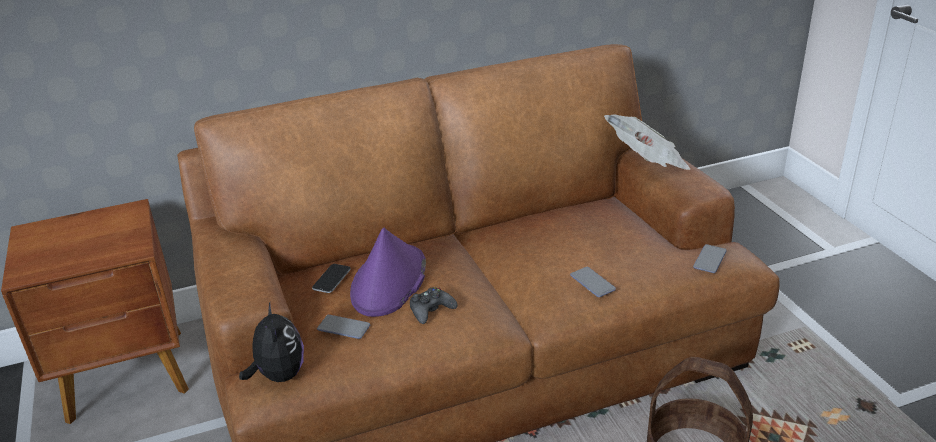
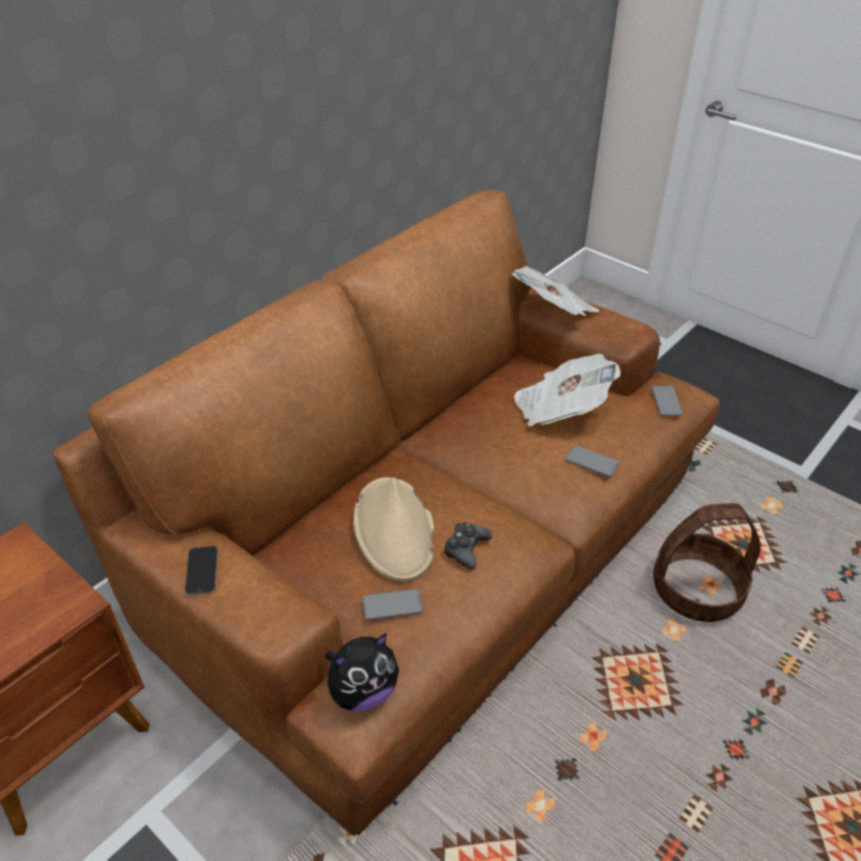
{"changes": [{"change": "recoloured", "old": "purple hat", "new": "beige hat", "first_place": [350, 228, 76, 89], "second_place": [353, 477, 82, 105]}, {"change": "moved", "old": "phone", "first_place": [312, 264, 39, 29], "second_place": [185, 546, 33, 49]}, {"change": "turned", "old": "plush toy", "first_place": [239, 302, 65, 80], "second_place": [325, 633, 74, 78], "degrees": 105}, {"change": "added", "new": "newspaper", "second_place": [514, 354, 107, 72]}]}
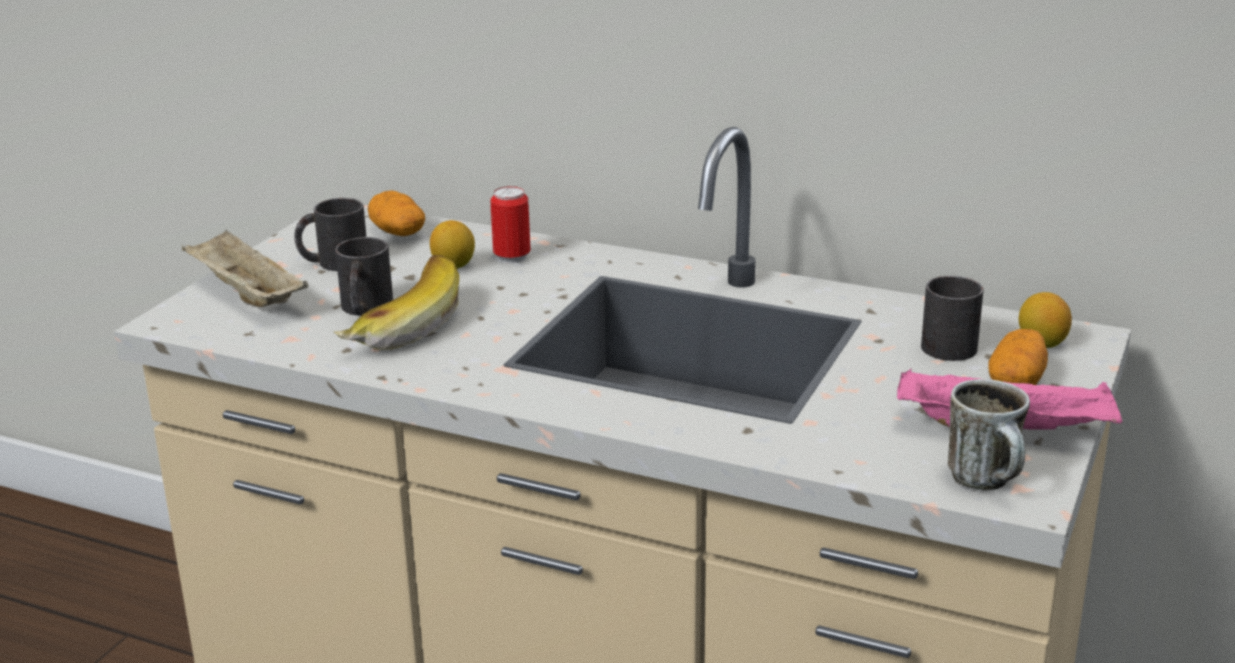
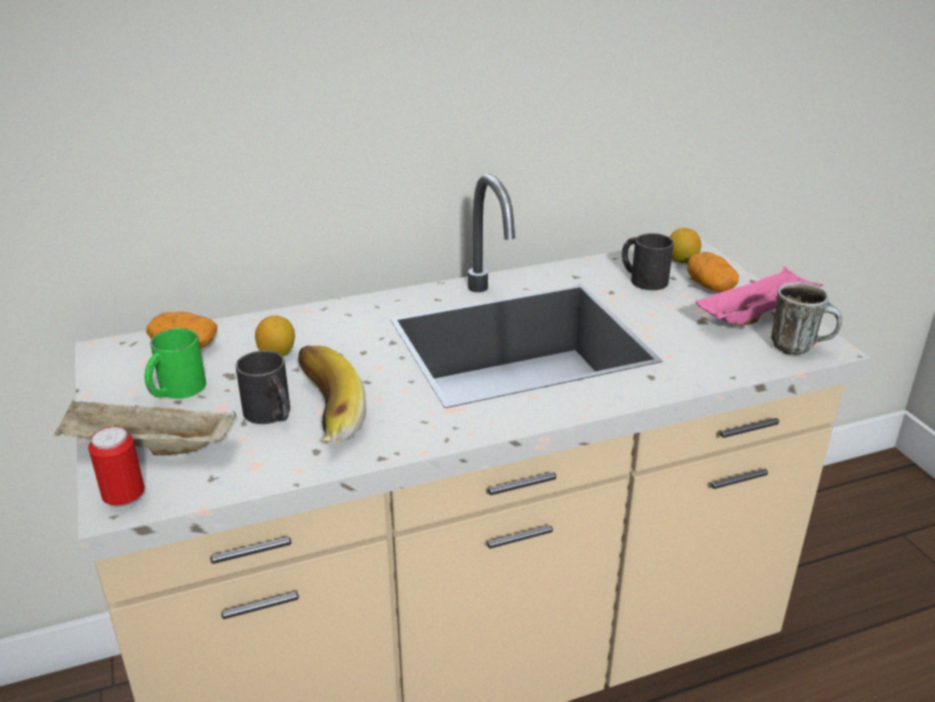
{"changes": [{"change": "moved", "old": "can", "first_place": [490, 186, 41, 78], "second_place": [88, 426, 57, 83]}, {"change": "recoloured", "old": "black mug", "new": "green mug", "first_place": [294, 198, 72, 73], "second_place": [145, 328, 61, 71]}]}
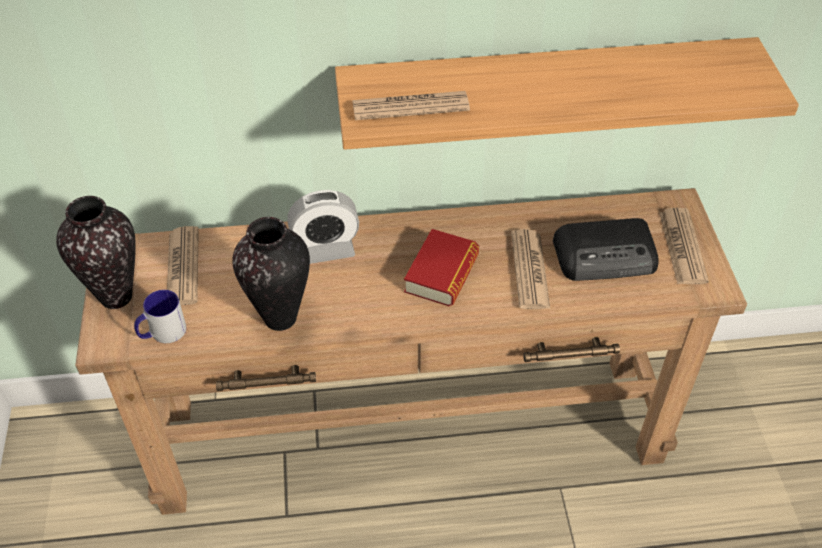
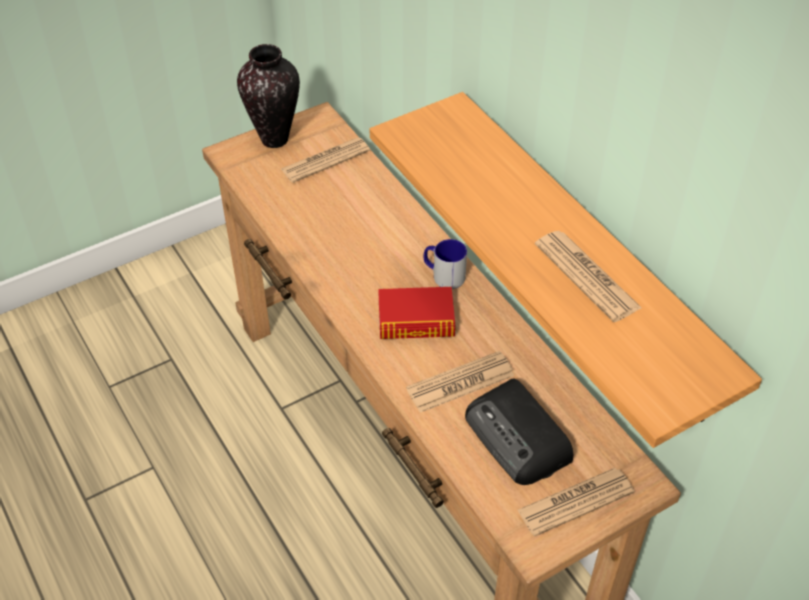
{"changes": [{"change": "moved", "old": "newspaper", "first_place": [352, 91, 118, 29], "second_place": [535, 231, 107, 91]}, {"change": "removed", "old": "alarm clock", "first_place": [287, 190, 72, 74]}, {"change": "removed", "old": "vase", "first_place": [232, 217, 78, 114]}, {"change": "moved", "old": "mug", "first_place": [134, 290, 52, 53], "second_place": [424, 239, 43, 50]}]}
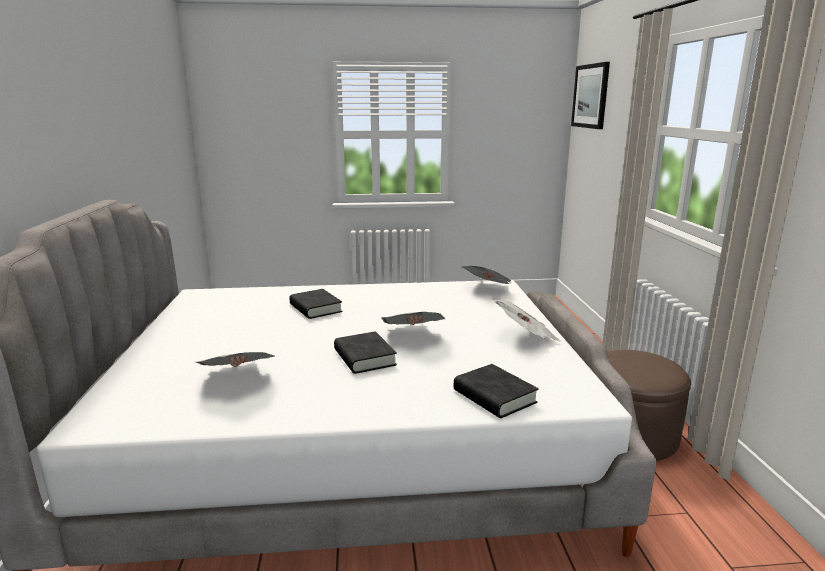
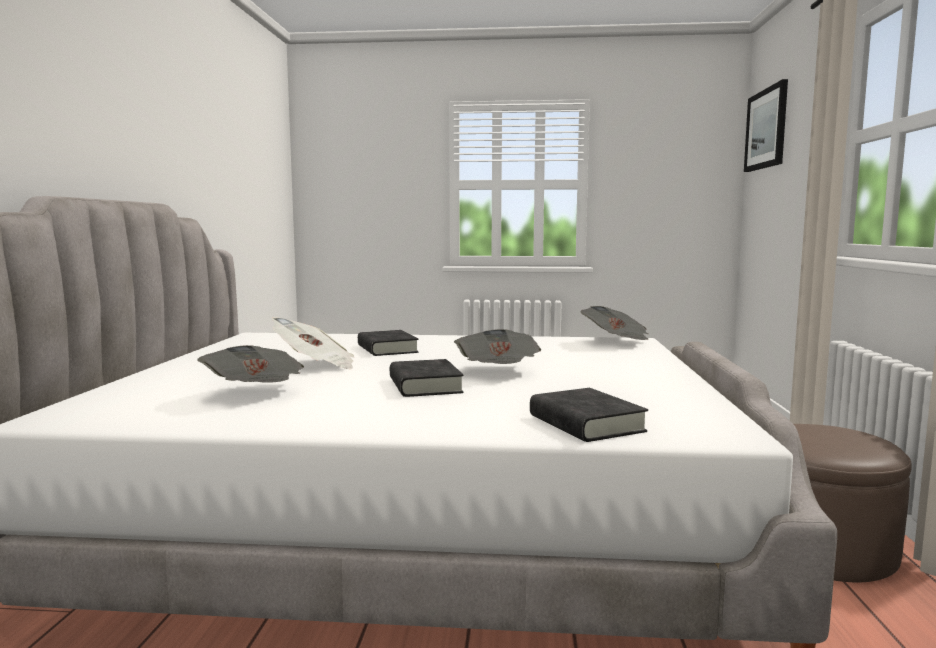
{"changes": [{"change": "moved", "old": "newspaper", "first_place": [493, 300, 69, 42], "second_place": [272, 317, 82, 53]}]}
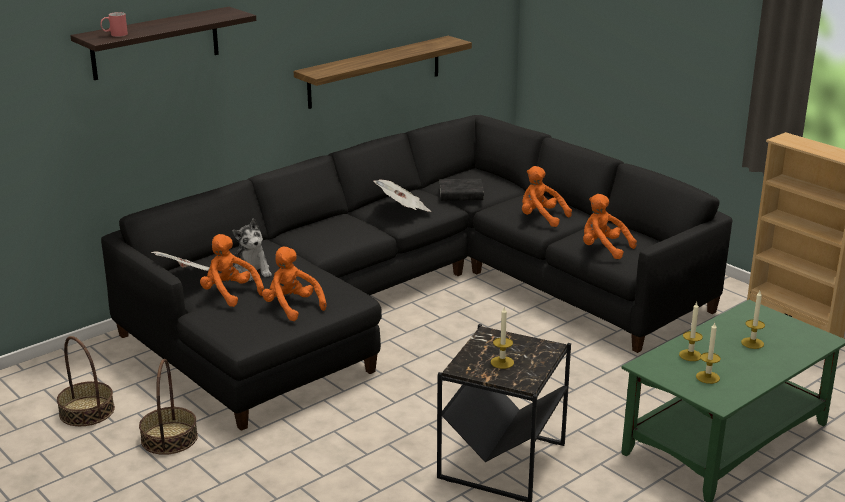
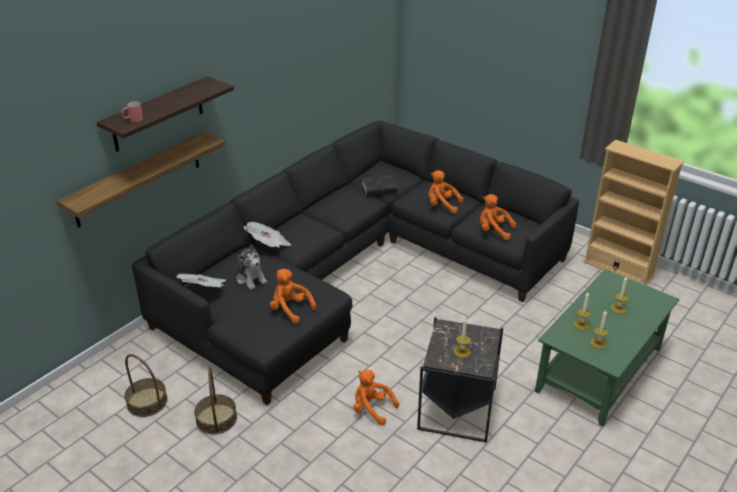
{"changes": [{"change": "moved", "old": "shelf", "first_place": [294, 36, 178, 73], "second_place": [57, 132, 169, 96]}, {"change": "moved", "old": "newspaper", "first_place": [373, 180, 58, 32], "second_place": [244, 222, 47, 26]}, {"change": "moved", "old": "orange plush toy", "first_place": [200, 234, 64, 73], "second_place": [353, 370, 46, 55]}]}
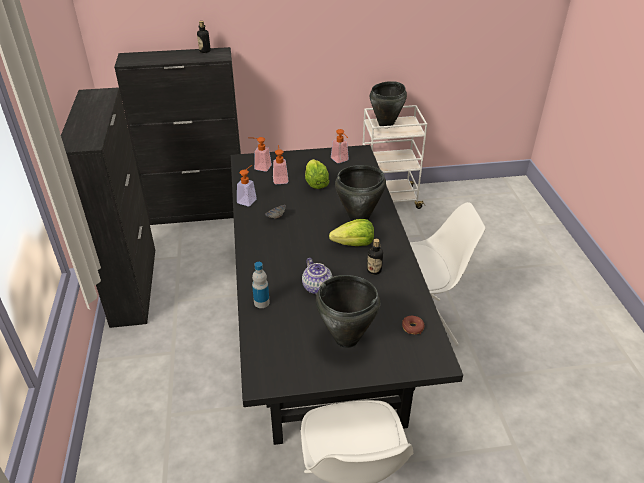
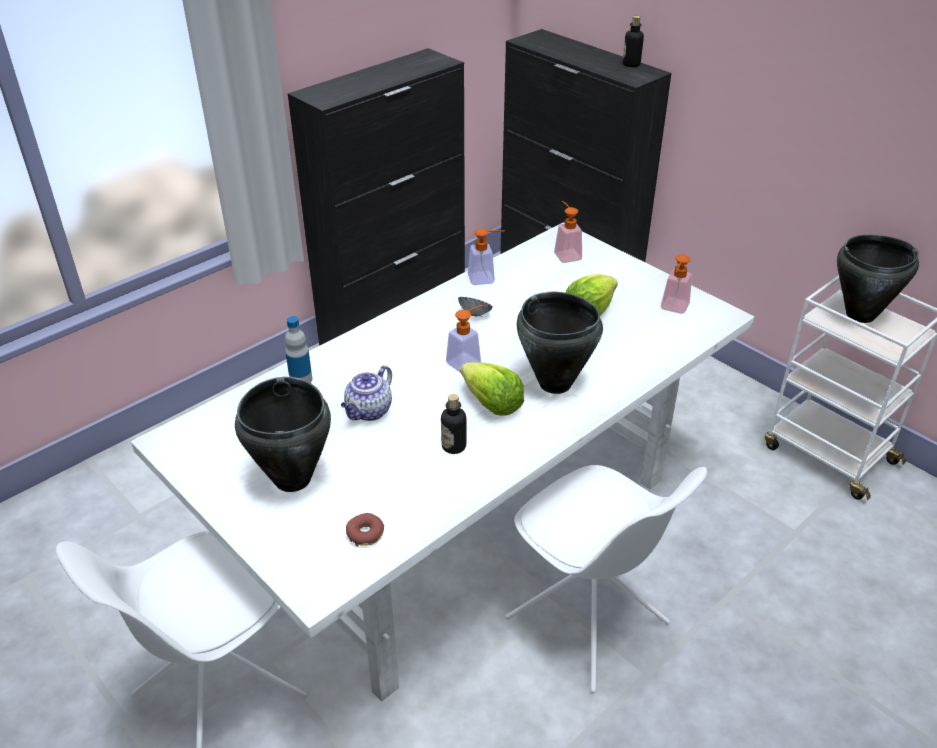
{"changes": [{"change": "recoloured", "old": "black dining table", "new": "white dining table", "first_place": [231, 145, 232, 300], "second_place": [131, 222, 623, 480]}, {"change": "moved", "old": "soap dispenser", "first_place": [273, 145, 16, 39], "second_place": [446, 305, 37, 68]}]}
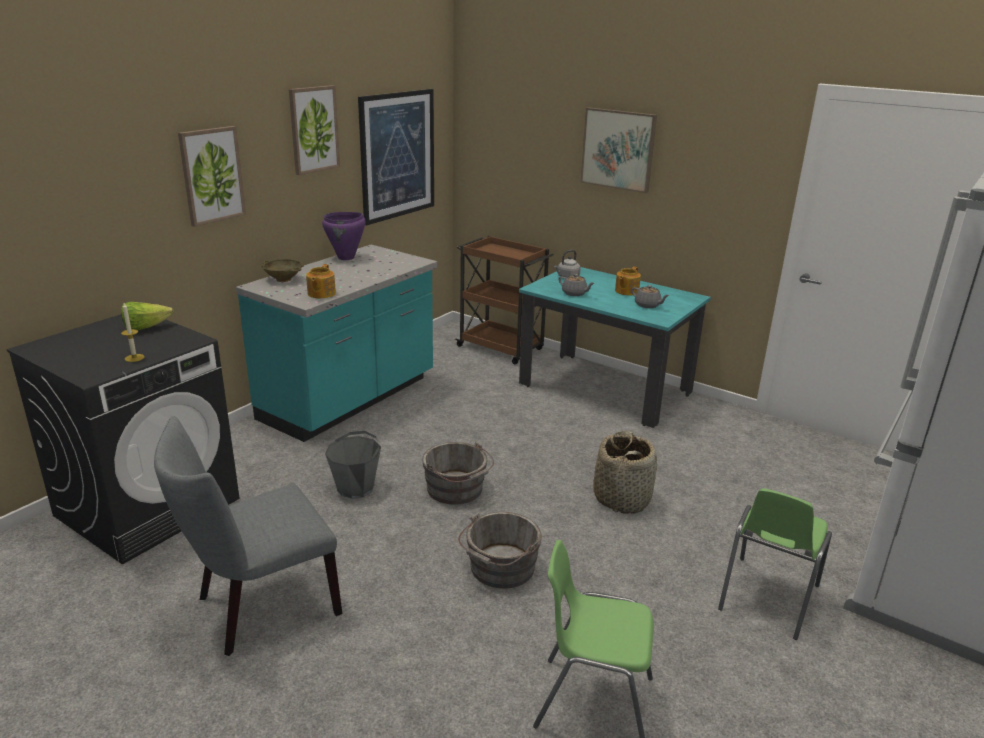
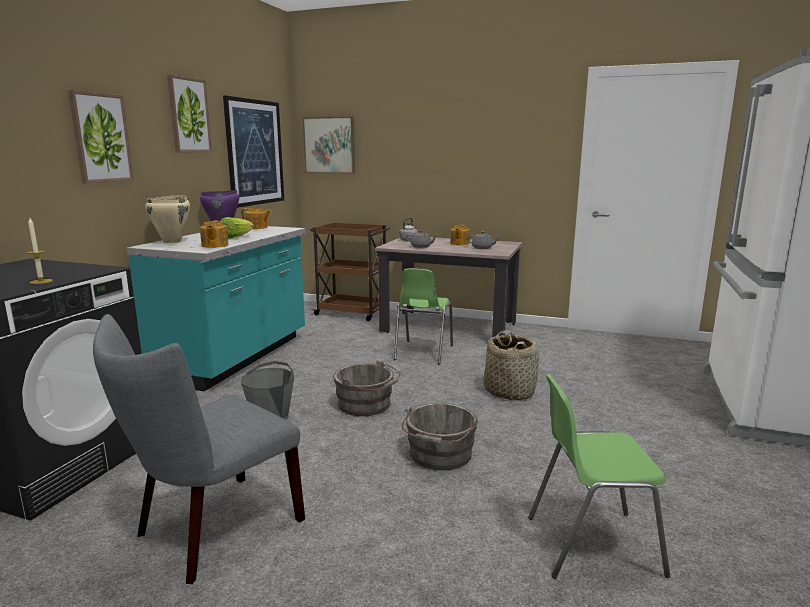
{"changes": [{"change": "moved", "old": "picture", "first_place": [580, 107, 77, 86], "second_place": [303, 116, 52, 58]}, {"change": "replaced", "old": "beige bowl", "new": "beige cooking pot", "first_place": [261, 259, 43, 23], "second_place": [145, 195, 45, 48]}, {"change": "recoloured", "old": "turquoise dining table", "new": "beige dining table", "first_place": [519, 267, 192, 161], "second_place": [375, 237, 148, 100]}, {"change": "moved", "old": "lettuce", "first_place": [121, 302, 52, 28], "second_place": [220, 217, 34, 22]}, {"change": "moved", "old": "green chair", "first_place": [718, 488, 114, 152], "second_place": [394, 268, 59, 96]}, {"change": "added", "new": "teapot", "second_place": [241, 208, 31, 21]}]}
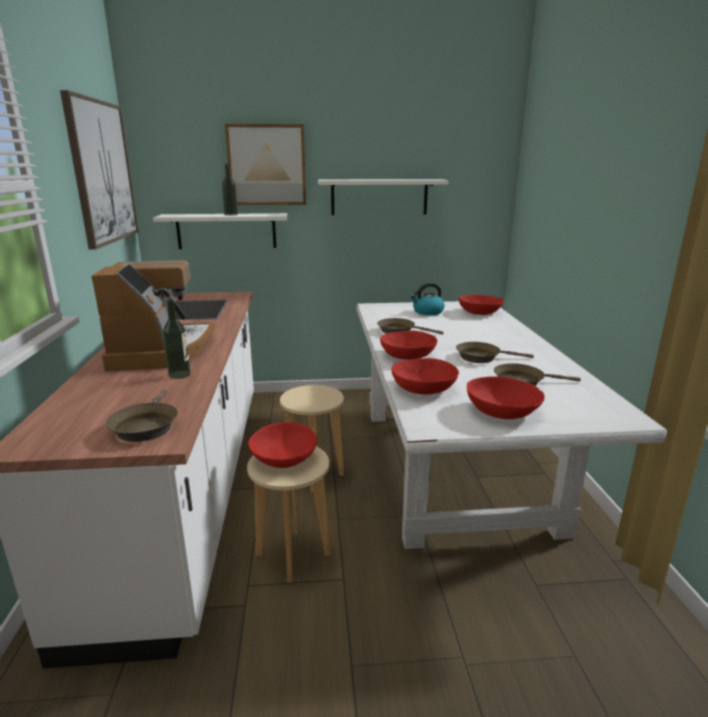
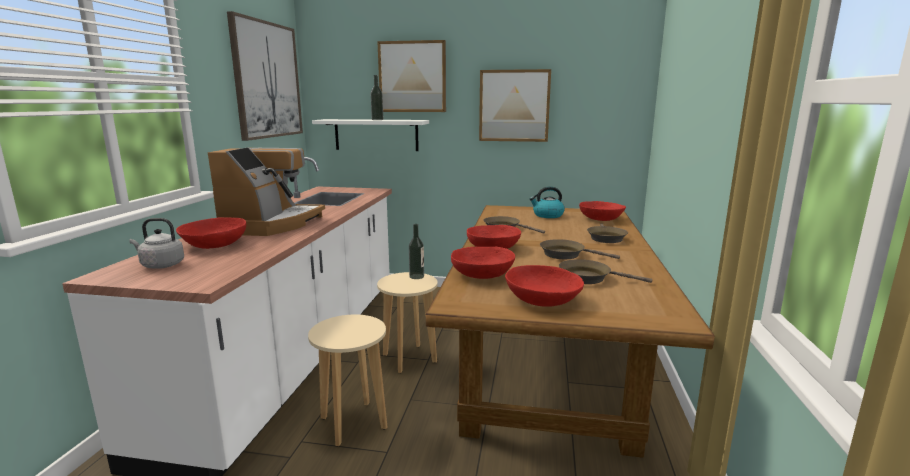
{"changes": [{"change": "replaced", "old": "white shelf", "new": "picture", "first_place": [318, 179, 130, 36], "second_place": [479, 69, 72, 73]}, {"change": "moved", "old": "bottle", "first_place": [163, 299, 28, 80], "second_place": [409, 224, 15, 55]}, {"change": "recoloured", "old": "white dining table", "new": "brown dining table", "first_place": [356, 301, 311, 248], "second_place": [426, 205, 289, 253]}, {"change": "moved", "old": "brown frying pan", "first_place": [106, 389, 72, 53], "second_place": [587, 223, 41, 20]}, {"change": "moved", "old": "red bowl", "first_place": [248, 422, 69, 46], "second_place": [176, 217, 70, 32]}, {"change": "added", "new": "grey kettle", "second_place": [129, 218, 55, 51]}]}
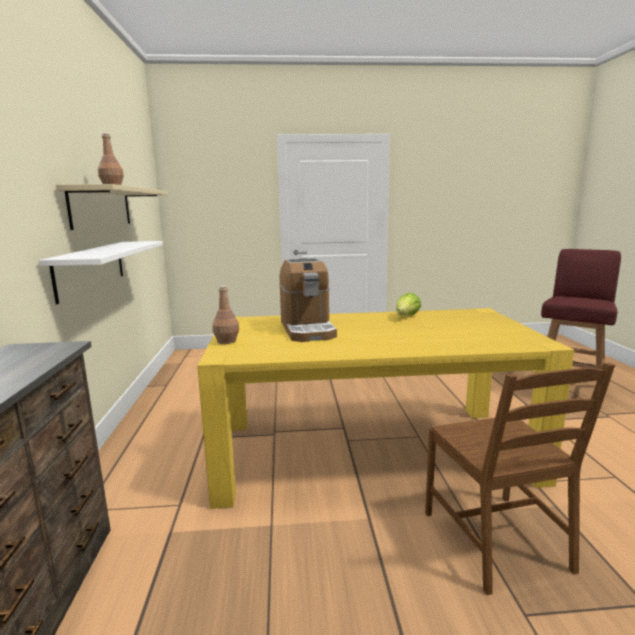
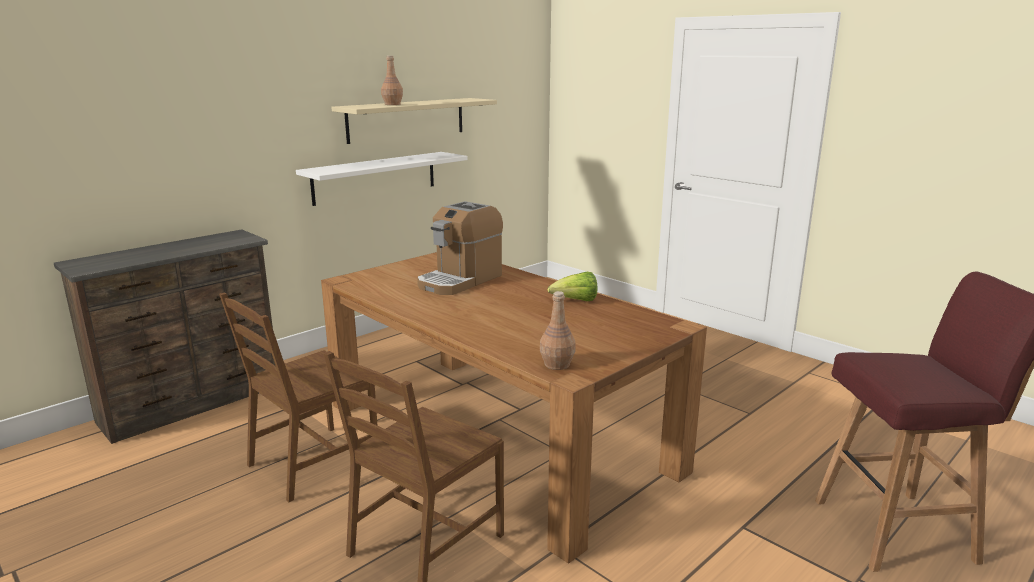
{"changes": [{"change": "moved", "old": "brown bottle", "first_place": [212, 286, 27, 58], "second_place": [540, 291, 36, 79]}, {"change": "recoloured", "old": "yellow dining table", "new": "brown dining table", "first_place": [197, 308, 377, 201], "second_place": [321, 252, 386, 312]}, {"change": "added", "new": "brown chair", "second_place": [219, 292, 159, 210]}]}
